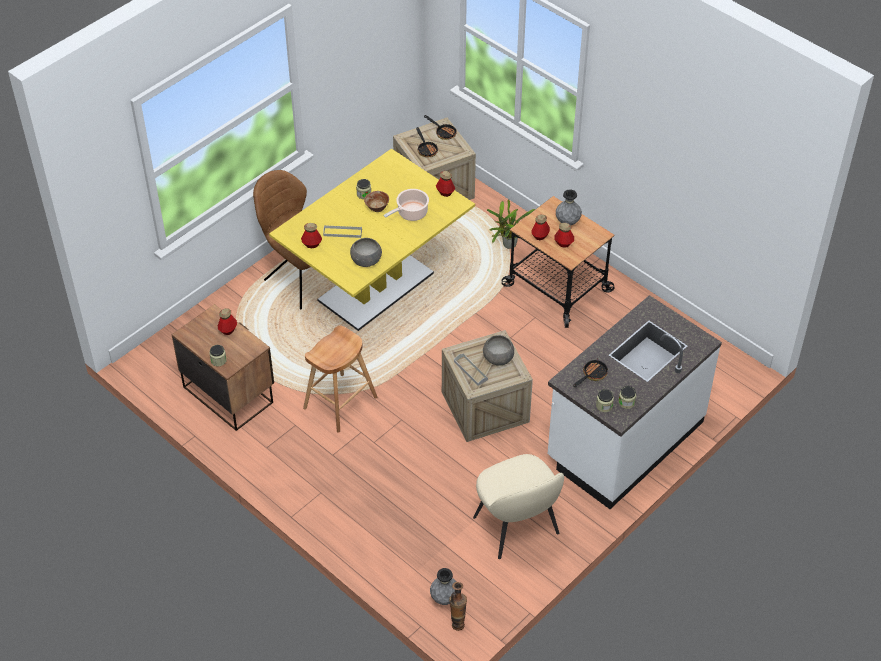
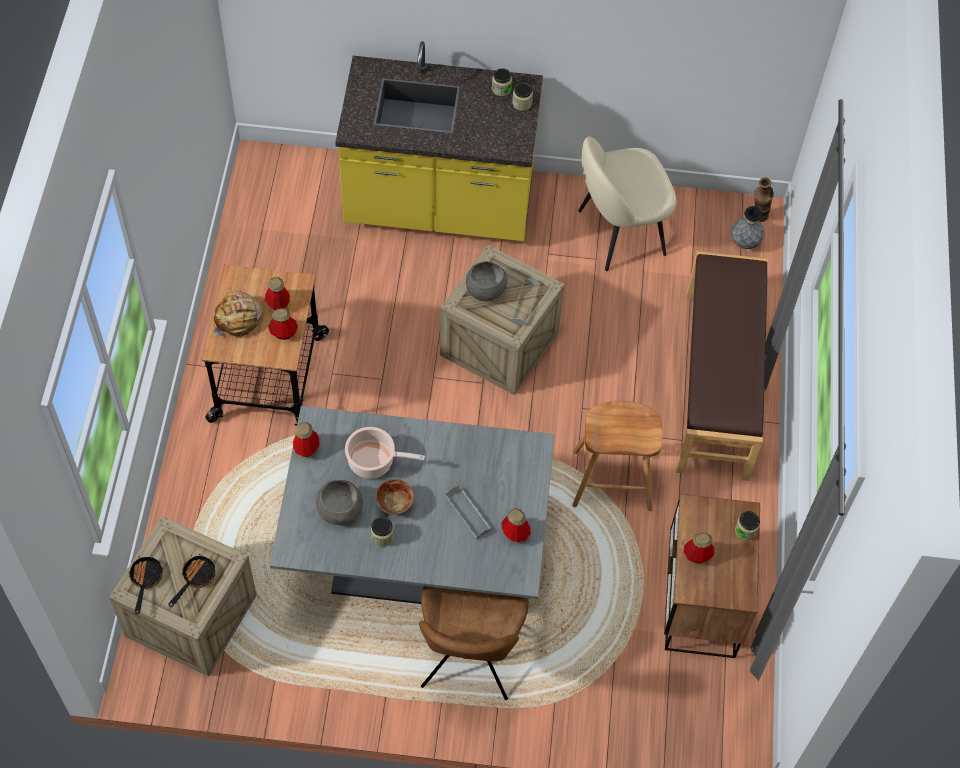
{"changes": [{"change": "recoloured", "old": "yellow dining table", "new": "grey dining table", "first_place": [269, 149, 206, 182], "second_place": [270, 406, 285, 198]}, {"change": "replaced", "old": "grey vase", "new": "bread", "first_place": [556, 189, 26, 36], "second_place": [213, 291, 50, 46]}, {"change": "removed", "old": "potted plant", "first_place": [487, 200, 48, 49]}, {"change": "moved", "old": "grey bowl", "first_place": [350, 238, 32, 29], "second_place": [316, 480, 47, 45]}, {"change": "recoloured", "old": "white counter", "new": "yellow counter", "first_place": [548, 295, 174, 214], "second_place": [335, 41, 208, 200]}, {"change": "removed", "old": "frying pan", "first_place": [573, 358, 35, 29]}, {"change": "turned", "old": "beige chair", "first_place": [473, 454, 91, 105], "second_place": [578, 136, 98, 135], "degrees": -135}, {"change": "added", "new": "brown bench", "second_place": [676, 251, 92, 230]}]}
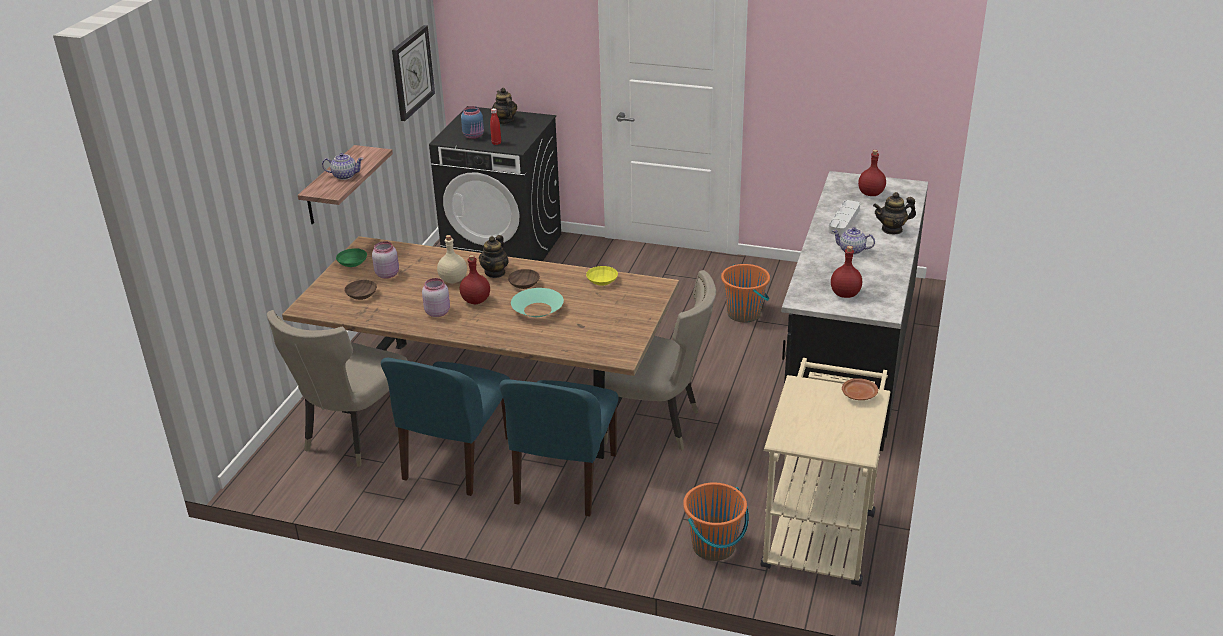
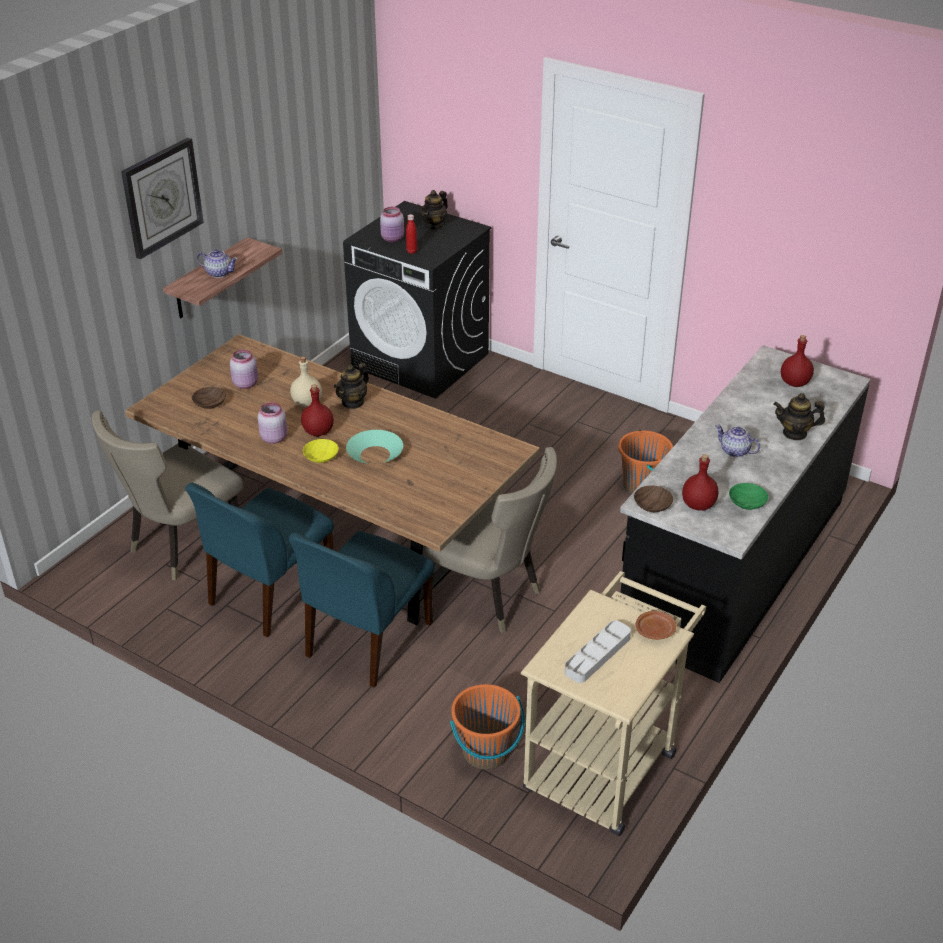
{"changes": [{"change": "moved", "old": "wall clock", "first_place": [392, 25, 43, 96], "second_place": [121, 138, 83, 121]}, {"change": "turned", "old": "teapot", "first_place": [492, 88, 25, 36], "second_place": [420, 190, 28, 40], "degrees": -135}, {"change": "recoloured", "old": "blue jar", "new": "pink jar", "first_place": [461, 106, 23, 33], "second_place": [380, 207, 24, 35]}, {"change": "moved", "old": "grey tray", "first_place": [828, 200, 32, 36], "second_place": [565, 620, 66, 63]}, {"change": "moved", "old": "green bowl", "first_place": [336, 248, 31, 19], "second_place": [729, 483, 39, 27]}, {"change": "moved", "old": "yellow bowl", "first_place": [586, 266, 32, 20], "second_place": [303, 439, 36, 24]}, {"change": "moved", "old": "brown bowl", "first_place": [508, 269, 32, 20], "second_place": [634, 486, 39, 26]}]}
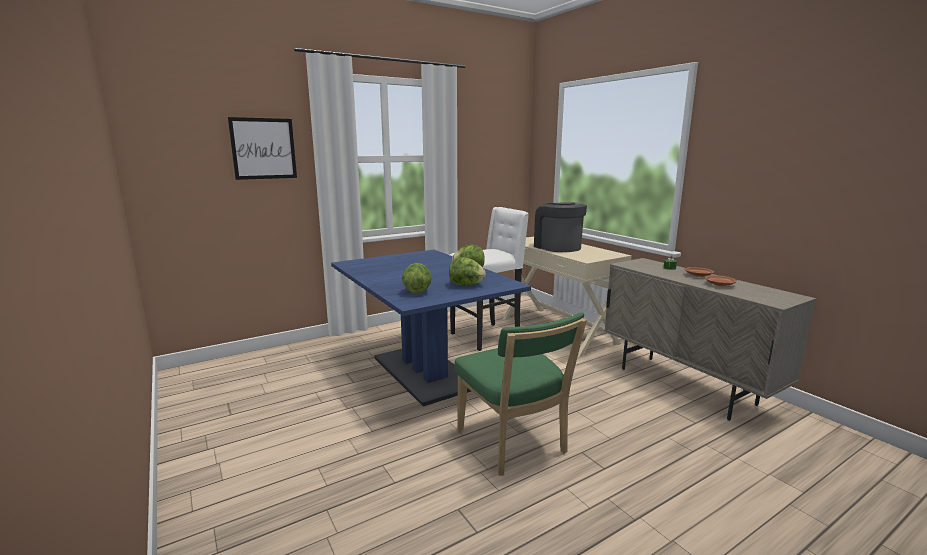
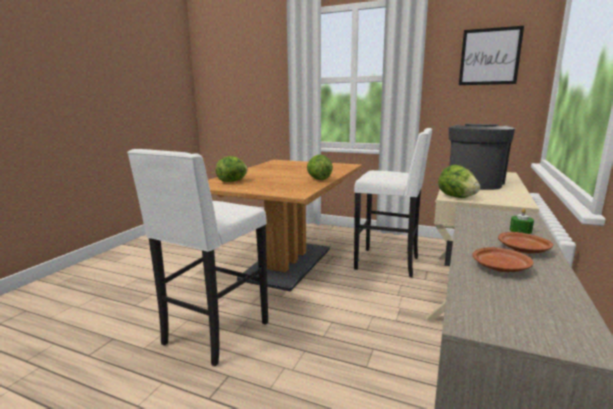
{"changes": [{"change": "moved", "old": "picture", "first_place": [228, 117, 69, 63], "second_place": [459, 26, 65, 59]}, {"change": "recoloured", "old": "blue dining table", "new": "brown dining table", "first_place": [331, 250, 200, 156], "second_place": [208, 160, 154, 132]}, {"change": "moved", "old": "lettuce", "first_place": [449, 257, 37, 29], "second_place": [438, 165, 42, 33]}, {"change": "replaced", "old": "green chair", "new": "white stool", "first_place": [455, 312, 132, 164], "second_place": [127, 149, 141, 217]}]}
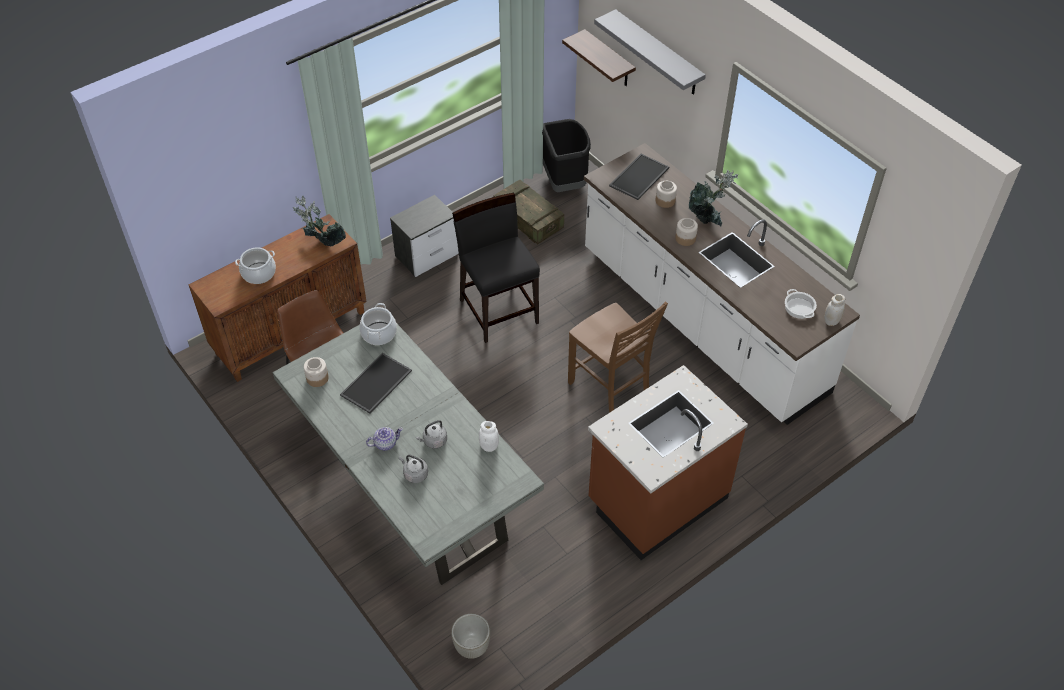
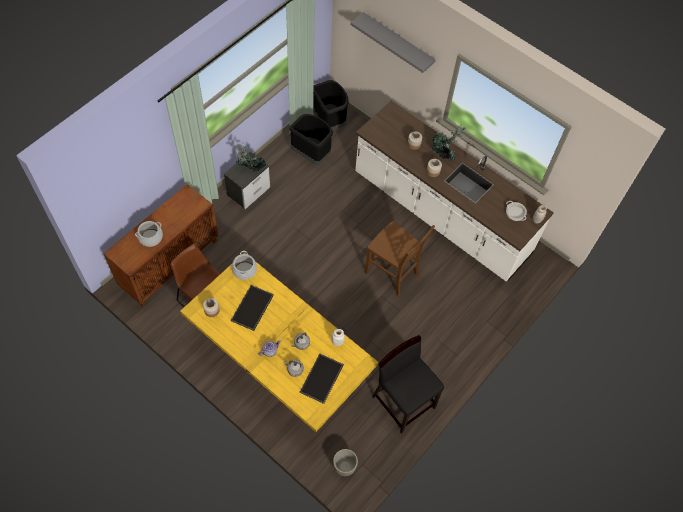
{"changes": [{"change": "removed", "old": "shelf", "first_place": [562, 29, 74, 57]}, {"change": "moved", "old": "tray", "first_place": [609, 154, 60, 46], "second_place": [300, 354, 44, 50]}, {"change": "replaced", "old": "crate", "new": "black trash can", "first_place": [493, 180, 71, 64], "second_place": [289, 114, 44, 51]}, {"change": "moved", "old": "black chair", "first_place": [452, 193, 88, 150], "second_place": [372, 335, 72, 99]}, {"change": "moved", "old": "potted plant", "first_place": [293, 196, 53, 50], "second_place": [234, 145, 32, 27]}, {"change": "recoloured", "old": "grey dining table", "new": "yellow dining table", "first_place": [272, 324, 272, 261], "second_place": [180, 252, 199, 180]}, {"change": "removed", "old": "brown counter", "first_place": [588, 365, 160, 195]}]}
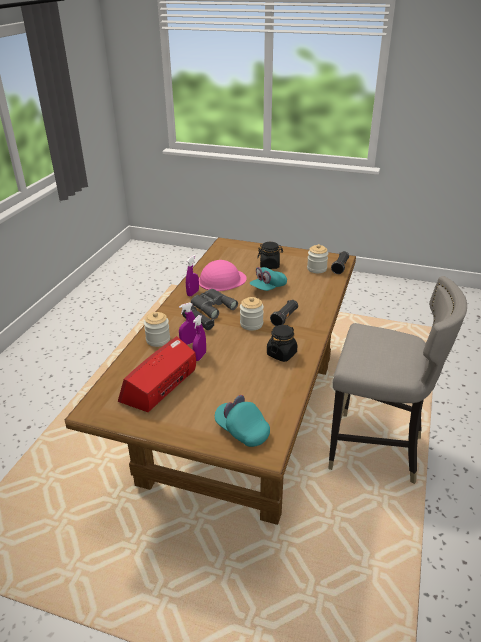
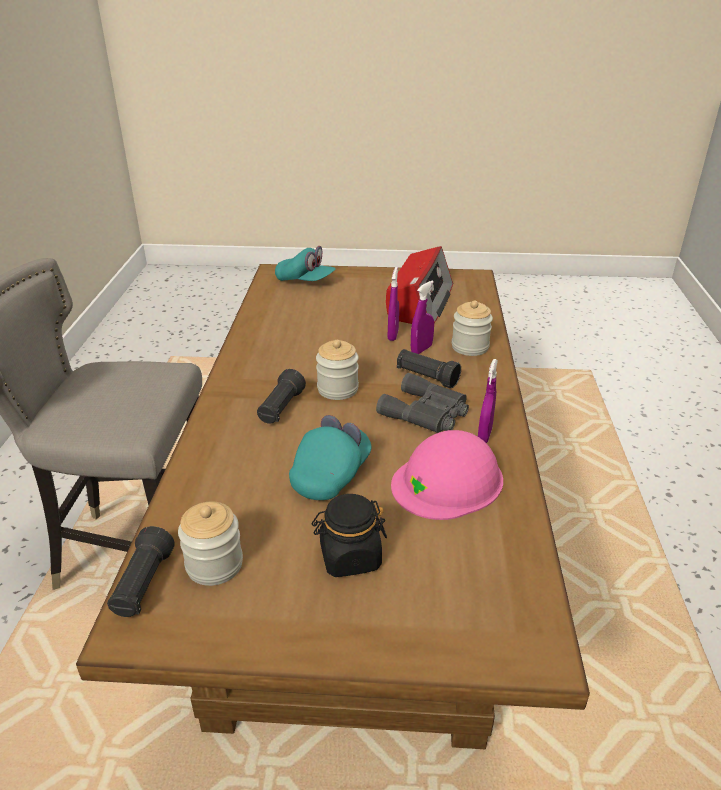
{"changes": [{"change": "removed", "old": "black jar", "first_place": [267, 325, 31, 37]}]}
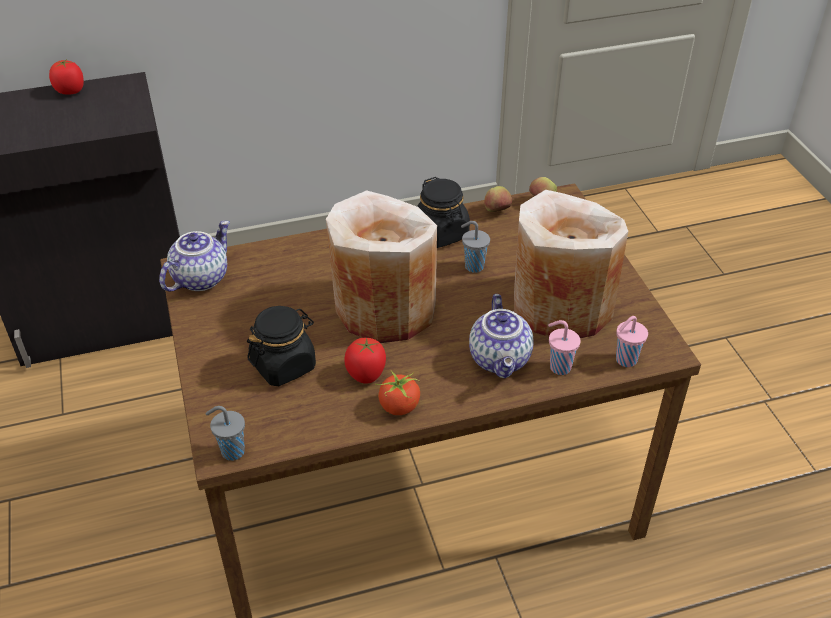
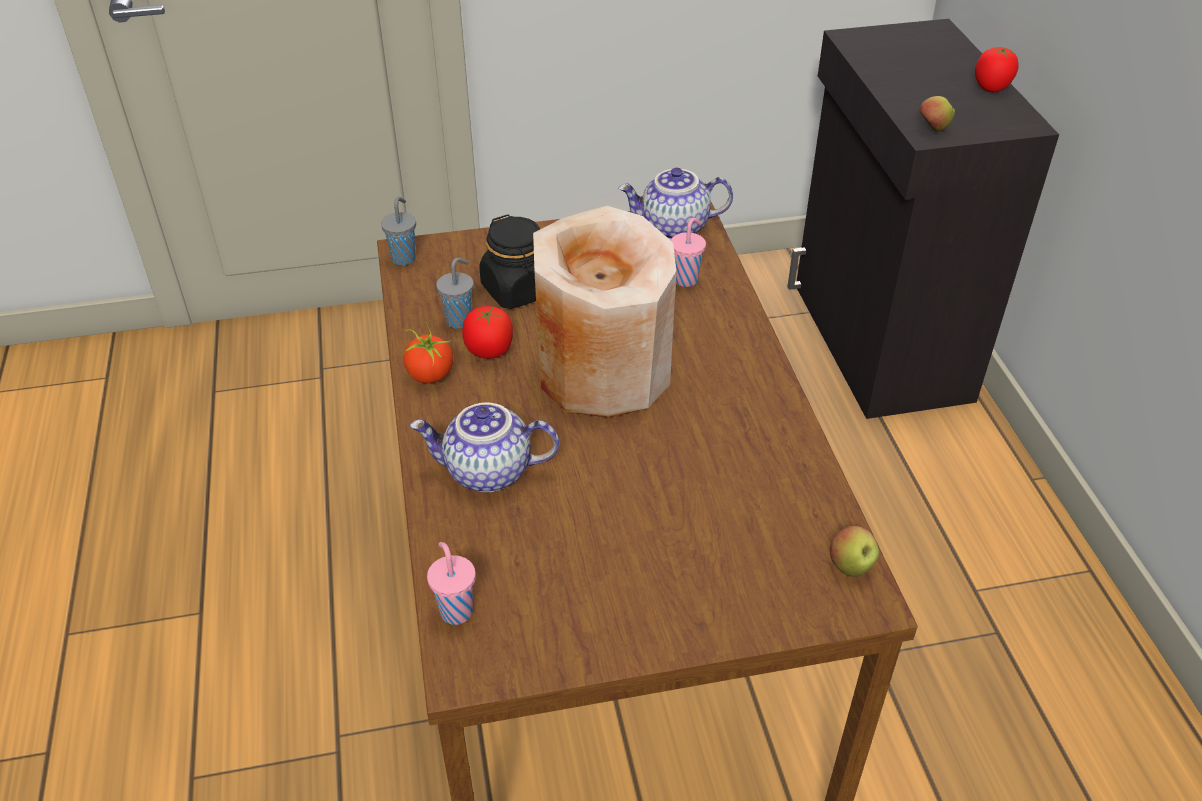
{"changes": [{"change": "removed", "old": "black jar", "first_place": [417, 177, 53, 71]}, {"change": "moved", "old": "apple", "first_place": [484, 186, 28, 26], "second_place": [919, 96, 36, 36]}, {"change": "removed", "old": "beige vase", "first_place": [514, 190, 114, 148]}, {"change": "turned", "old": "teapot", "first_place": [159, 221, 71, 71], "second_place": [618, 168, 115, 72], "degrees": 135}, {"change": "moved", "old": "grey cup", "first_place": [461, 221, 29, 52], "second_place": [436, 258, 38, 71]}, {"change": "moved", "old": "pink cup", "first_place": [548, 320, 33, 55], "second_place": [671, 218, 35, 69]}]}
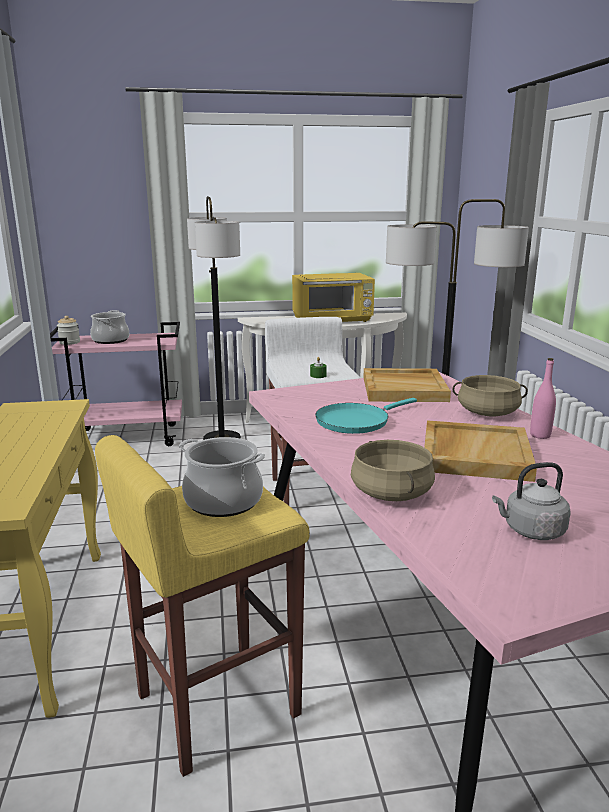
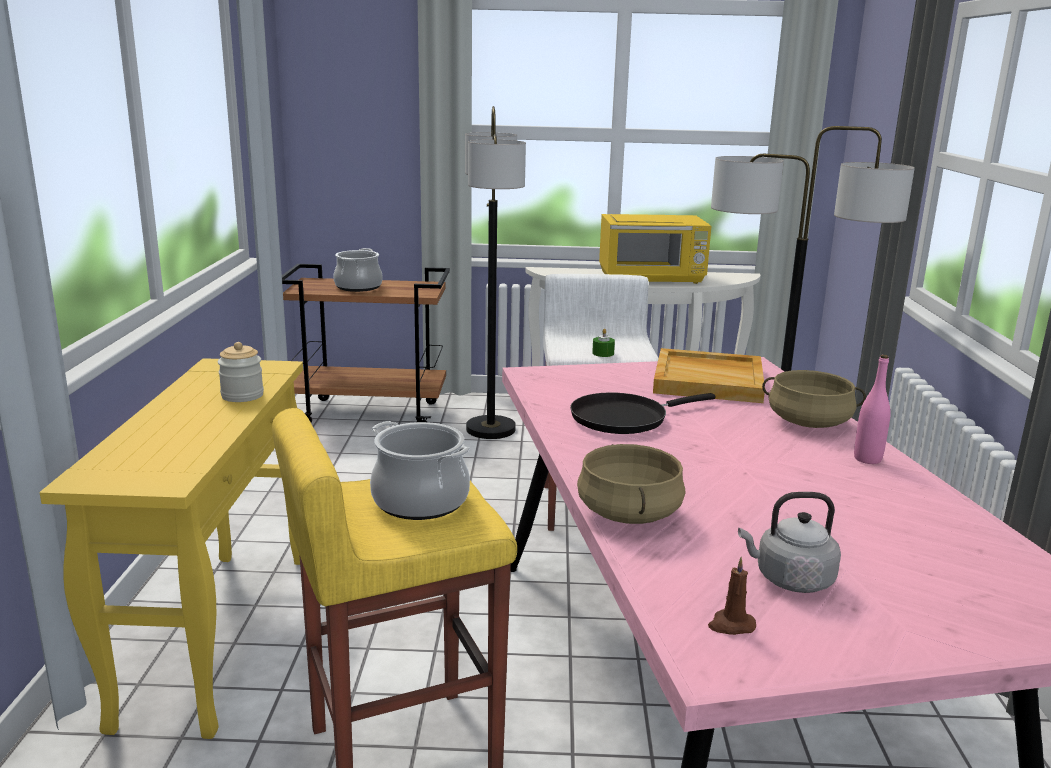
{"changes": [{"change": "moved", "old": "jar", "first_place": [57, 316, 23, 29], "second_place": [218, 342, 46, 60]}, {"change": "recoloured", "old": "pink cart", "new": "brown cart", "first_place": [50, 322, 132, 124], "second_place": [282, 264, 168, 159]}, {"change": "recoloured", "old": "turquoise frying pan", "new": "black frying pan", "first_place": [315, 398, 102, 36], "second_place": [570, 392, 145, 42]}, {"change": "removed", "old": "beige tray", "first_place": [424, 420, 113, 62]}, {"change": "added", "new": "brown candle", "second_place": [708, 557, 48, 78]}]}
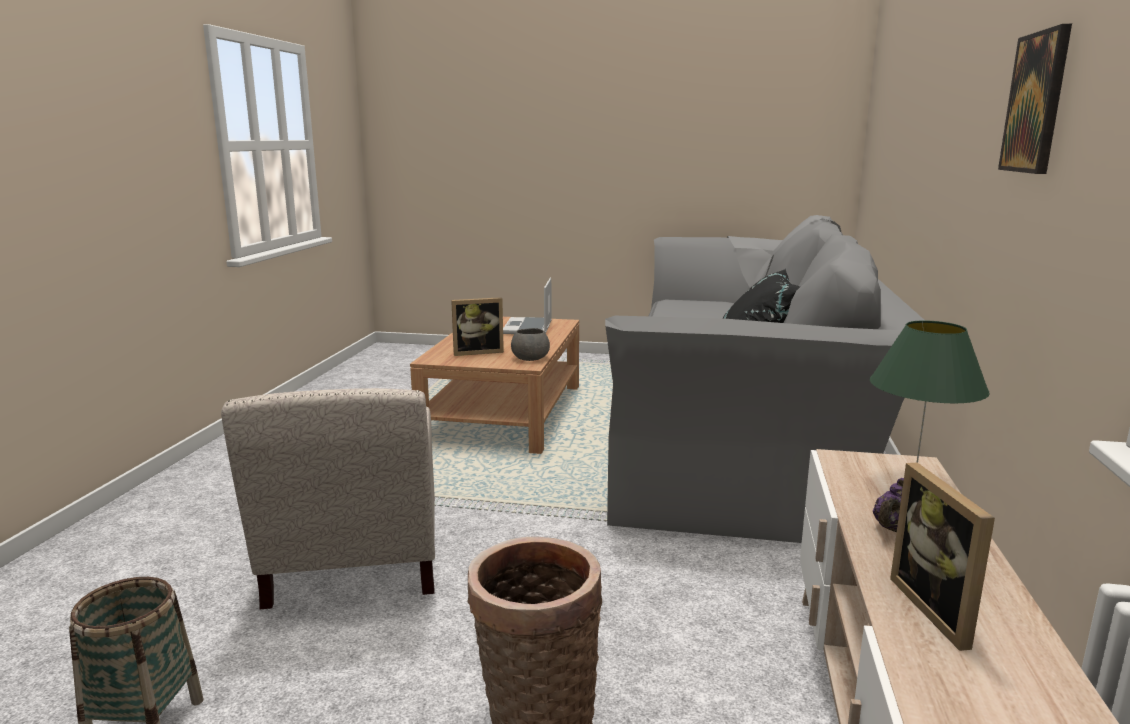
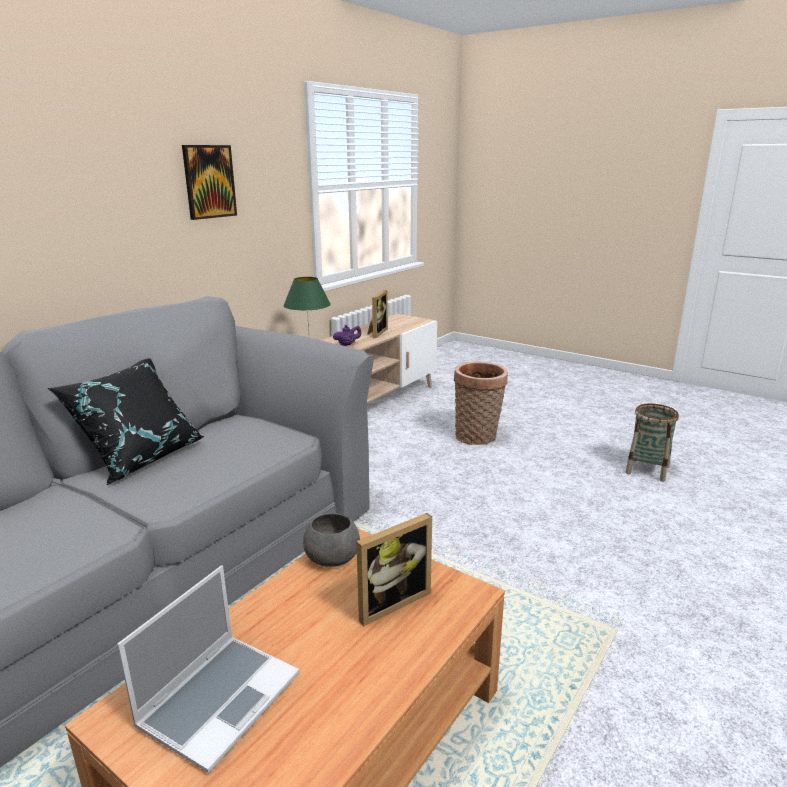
{"changes": [{"change": "turned", "old": "picture frame", "first_place": [451, 297, 53, 59], "second_place": [356, 513, 76, 113], "degrees": 135}, {"change": "removed", "old": "beige armchair", "first_place": [221, 388, 214, 221]}]}
